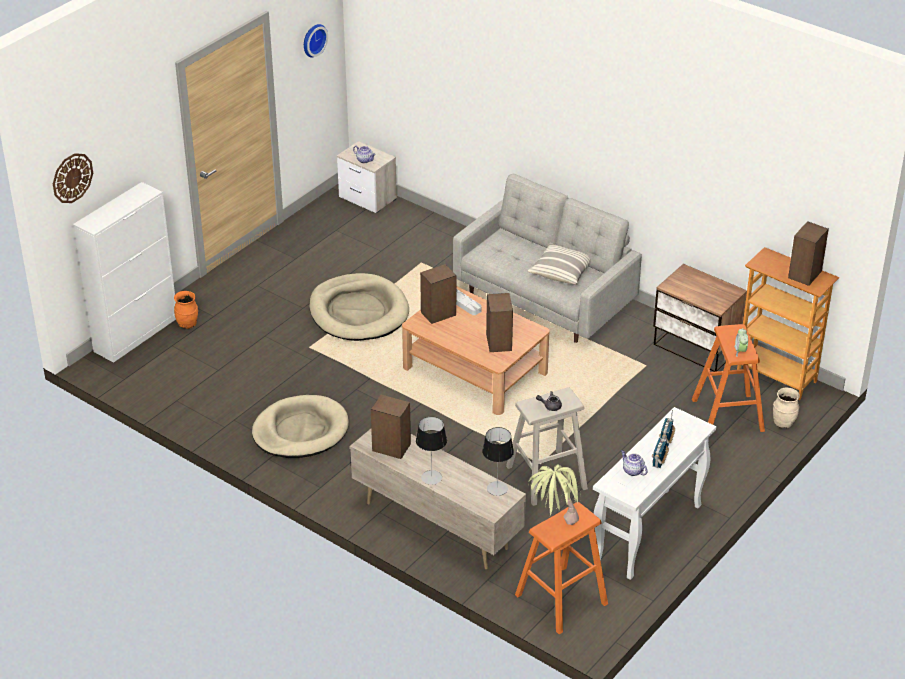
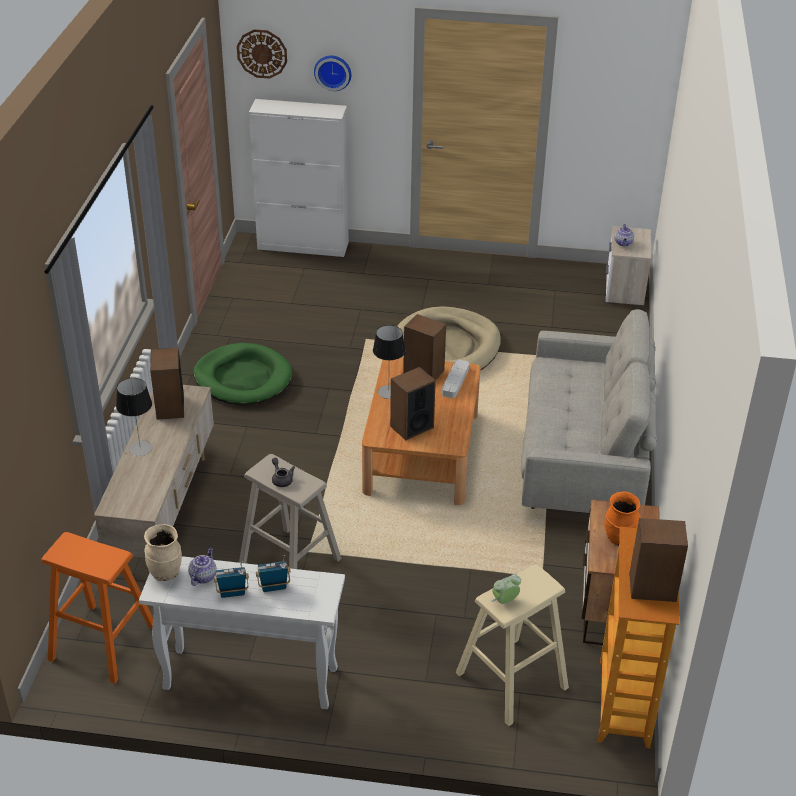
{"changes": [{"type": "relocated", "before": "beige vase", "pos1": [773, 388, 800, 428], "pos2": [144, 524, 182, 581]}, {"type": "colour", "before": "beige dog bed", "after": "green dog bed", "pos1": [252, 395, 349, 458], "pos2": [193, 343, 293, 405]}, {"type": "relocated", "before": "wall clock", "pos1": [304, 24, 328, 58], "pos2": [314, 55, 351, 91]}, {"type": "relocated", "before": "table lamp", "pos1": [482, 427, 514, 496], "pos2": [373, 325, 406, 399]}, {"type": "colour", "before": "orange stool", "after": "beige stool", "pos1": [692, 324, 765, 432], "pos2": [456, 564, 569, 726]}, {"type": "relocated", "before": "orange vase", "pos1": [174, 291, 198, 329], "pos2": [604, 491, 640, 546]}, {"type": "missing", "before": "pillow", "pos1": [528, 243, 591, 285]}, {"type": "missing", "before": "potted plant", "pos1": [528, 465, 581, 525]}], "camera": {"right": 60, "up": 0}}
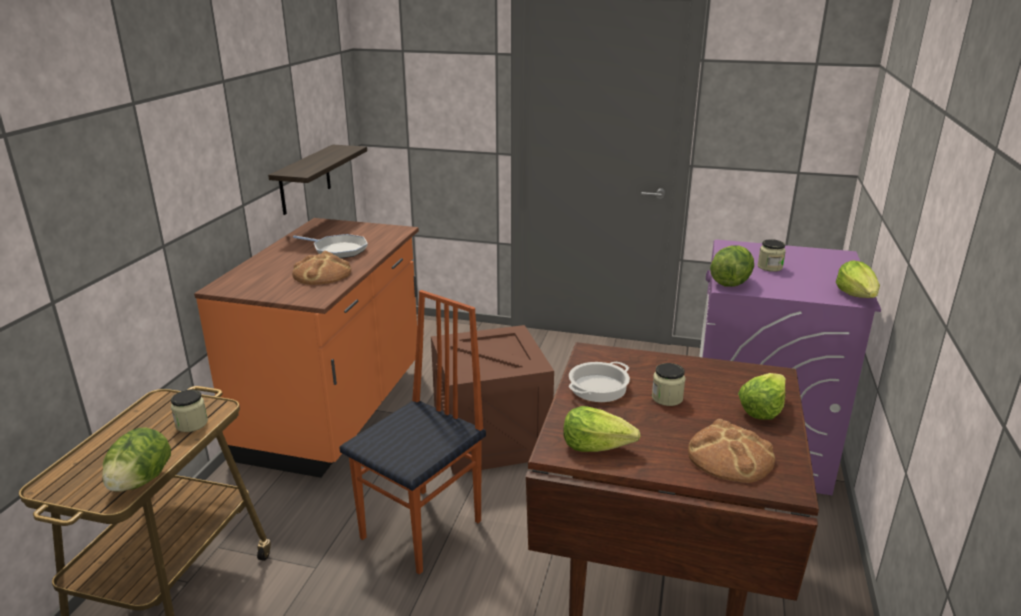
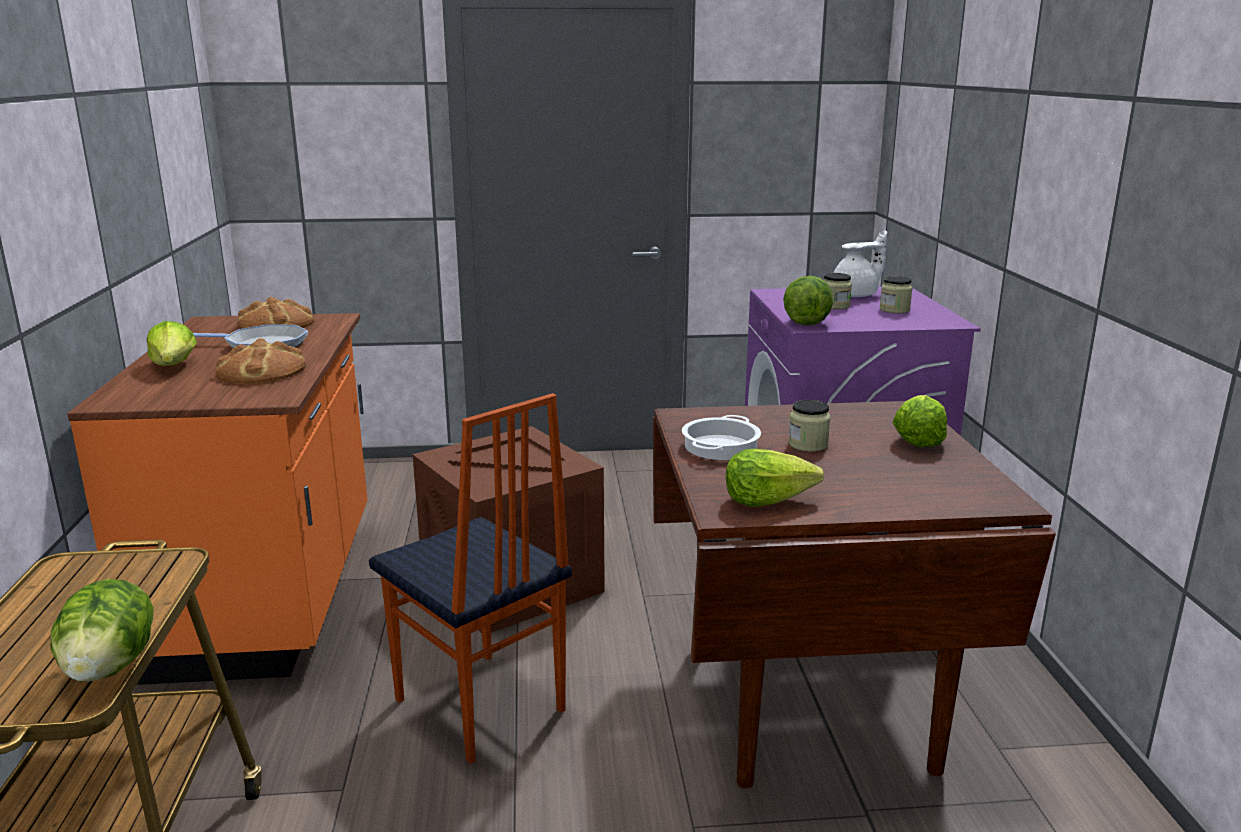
{"changes": [{"type": "relocated", "before": "lettuce", "pos1": [836, 261, 880, 298], "pos2": [147, 321, 197, 366]}, {"type": "relocated", "before": "bread", "pos1": [688, 419, 775, 483], "pos2": [237, 297, 314, 329]}, {"type": "spun", "before": "chair", "pos1": [339, 290, 486, 575], "pos2": [369, 393, 572, 764], "turn": 120}, {"type": "appeared", "after": "white teapot", "pos2": [834, 230, 887, 297]}, {"type": "relocated", "before": "jar", "pos1": [171, 390, 208, 432], "pos2": [880, 276, 913, 313]}, {"type": "missing", "before": "shelf", "pos1": [268, 145, 367, 215]}], "camera": {"right": -20, "up": -5}}
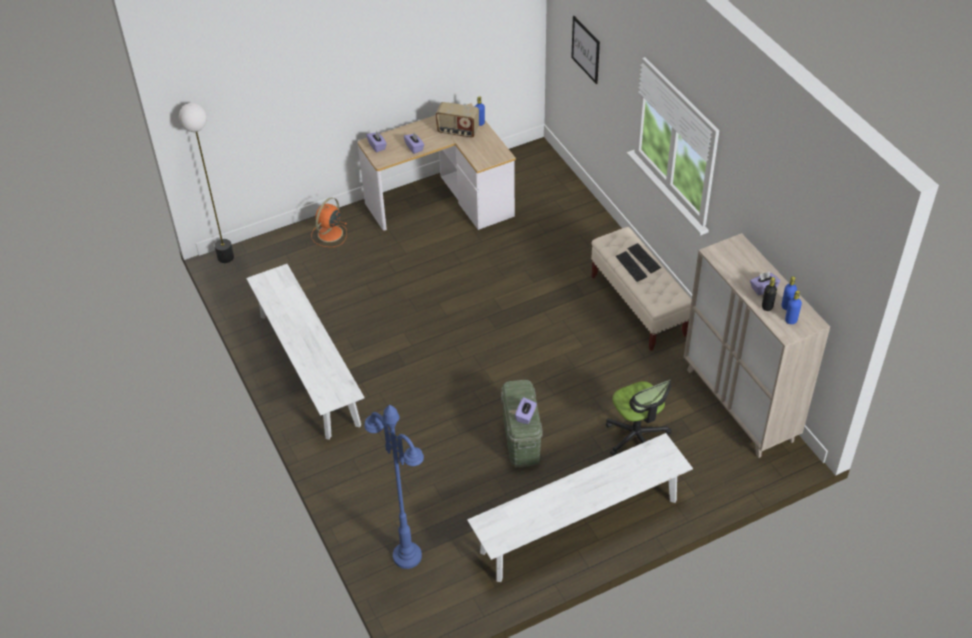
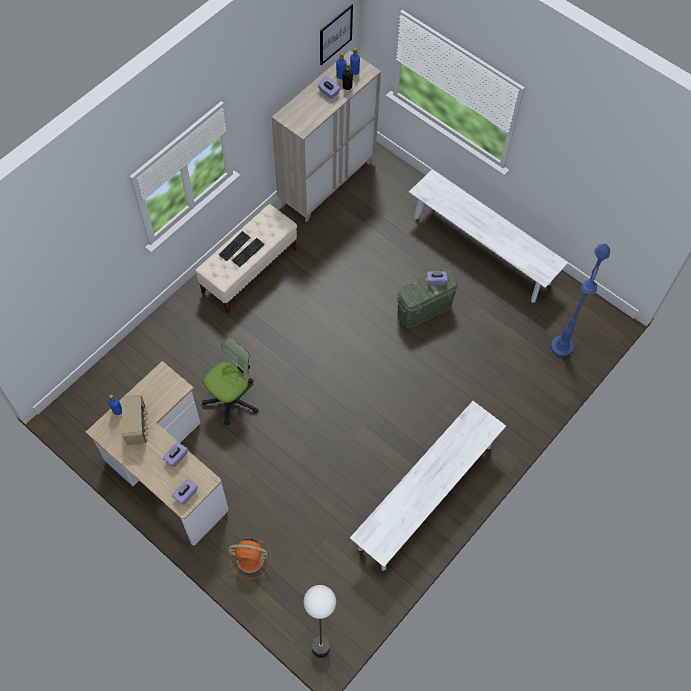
{"changes": [{"type": "relocated", "before": "office chair", "pos1": [606, 380, 672, 456], "pos2": [202, 337, 259, 426]}, {"type": "relocated", "before": "picture", "pos1": [571, 16, 600, 84], "pos2": [320, 4, 353, 65]}], "camera": {"right": -115, "up": 15}}
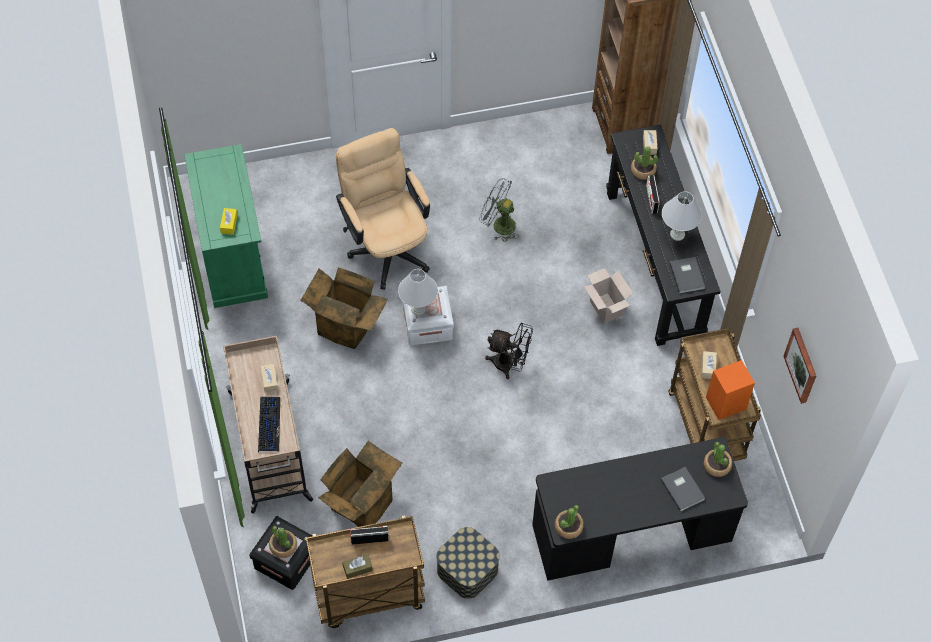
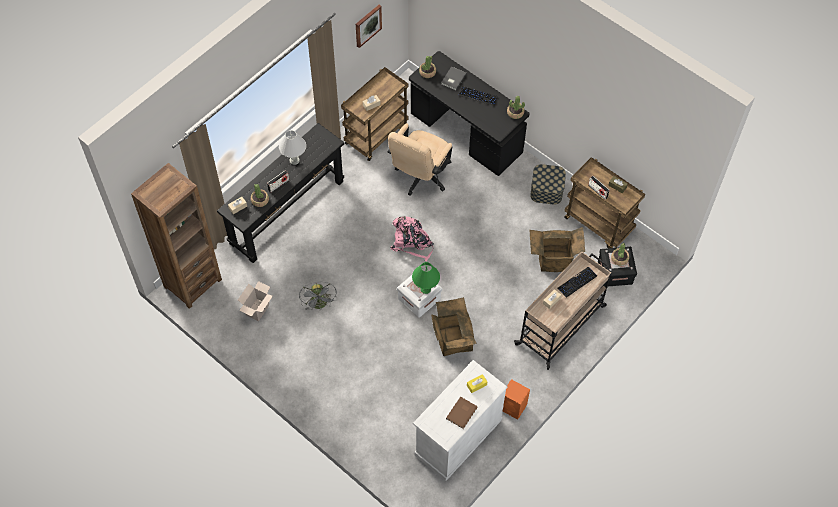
{"changes": [{"type": "relocated", "before": "cardboard box", "pos1": [584, 268, 633, 324], "pos2": [238, 281, 273, 321]}, {"type": "relocated", "before": "beige office chair", "pos1": [336, 128, 430, 290], "pos2": [388, 123, 452, 196]}, {"type": "exchanged", "before": "black fan", "after": "pink backpack", "pos1": [485, 322, 533, 379], "pos2": [390, 216, 434, 261]}, {"type": "colour", "before": "white table lamp", "after": "green table lamp", "pos1": [398, 269, 438, 315], "pos2": [412, 262, 440, 294]}, {"type": "colour", "before": "green cabinet", "after": "white cabinet", "pos1": [184, 144, 268, 308], "pos2": [413, 360, 508, 481]}, {"type": "appeared", "after": "brown book", "pos2": [446, 397, 478, 429]}, {"type": "appeared", "after": "keyboard", "pos2": [458, 86, 498, 106]}, {"type": "relocated", "before": "orange speaker", "pos1": [706, 360, 755, 420], "pos2": [503, 379, 530, 420]}, {"type": "missing", "before": "grey book", "pos1": [669, 257, 705, 294]}], "camera": {"right": -125, "up": 0}}
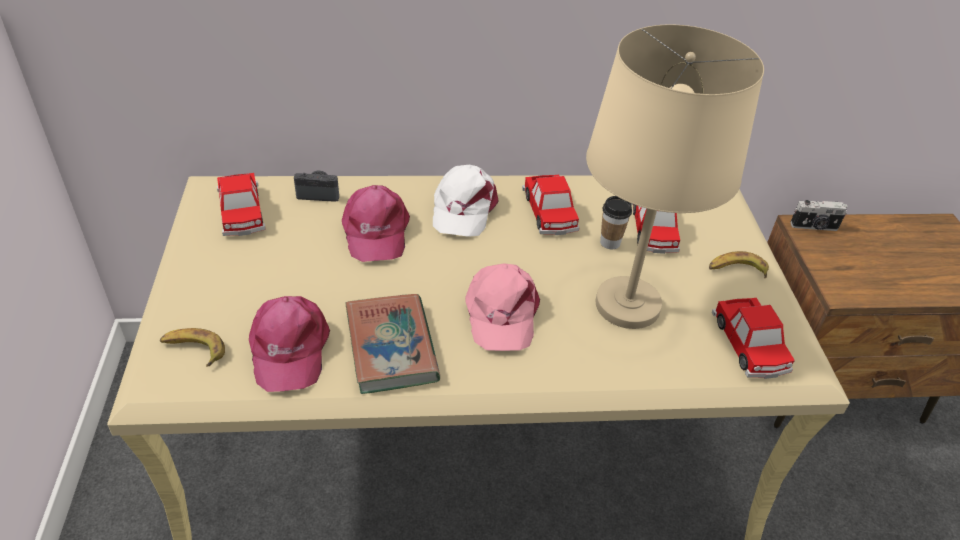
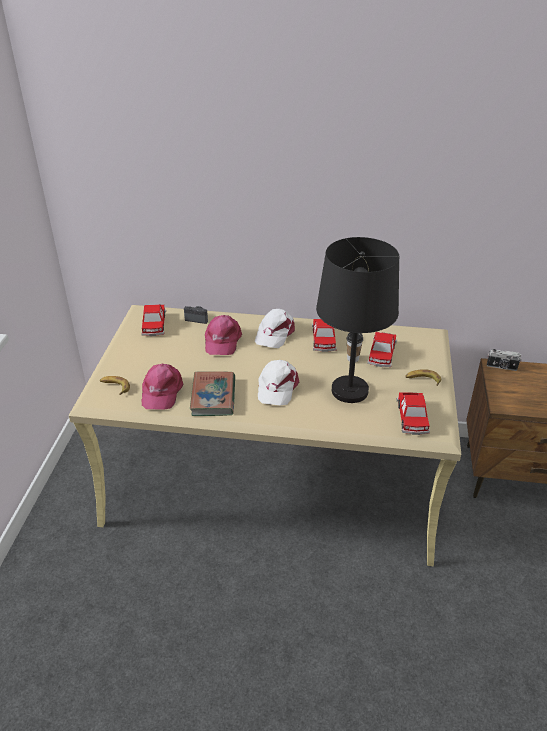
{"changes": [{"type": "colour", "before": "pink cap", "after": "white cap", "pos1": [465, 263, 540, 351], "pos2": [258, 360, 299, 405]}, {"type": "colour", "before": "beige table lamp", "after": "black table lamp", "pos1": [586, 25, 764, 329], "pos2": [316, 237, 399, 403]}], "camera": {"right": 15, "up": -5}}
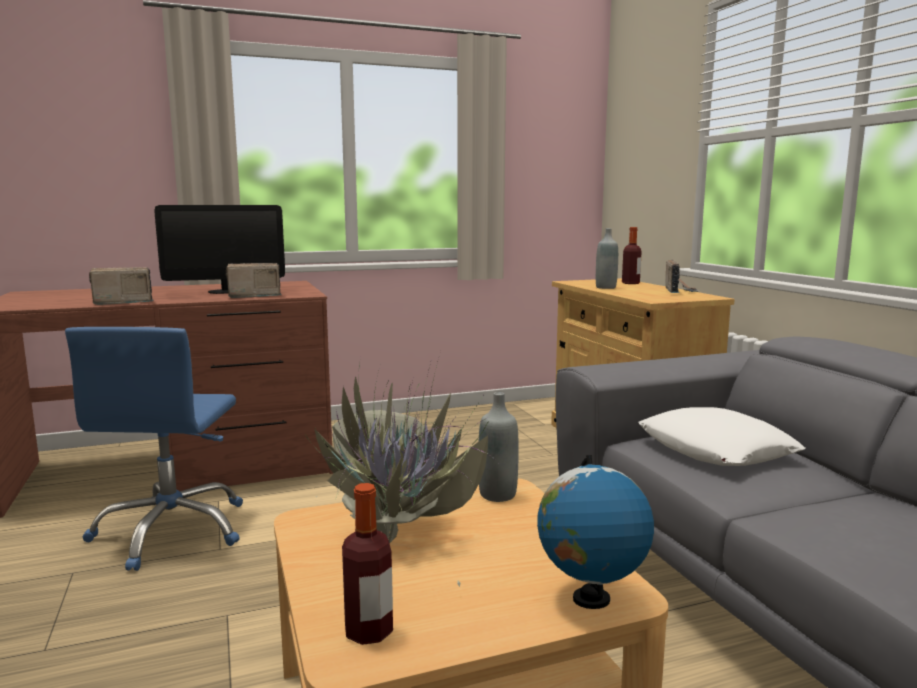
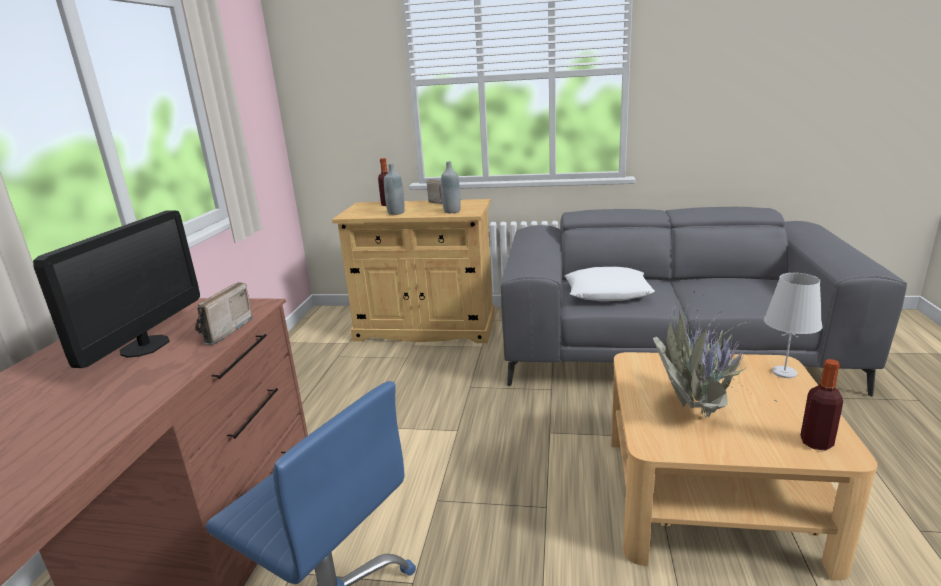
{"changes": [{"type": "relocated", "before": "grey bottle", "pos1": [479, 392, 519, 502], "pos2": [441, 161, 461, 213]}, {"type": "exchanged", "before": "globe", "after": "white table lamp", "pos1": [537, 455, 654, 609], "pos2": [764, 273, 823, 378]}, {"type": "missing", "before": "radio", "pos1": [89, 267, 153, 305]}], "camera": {"right": -60, "up": 10}}
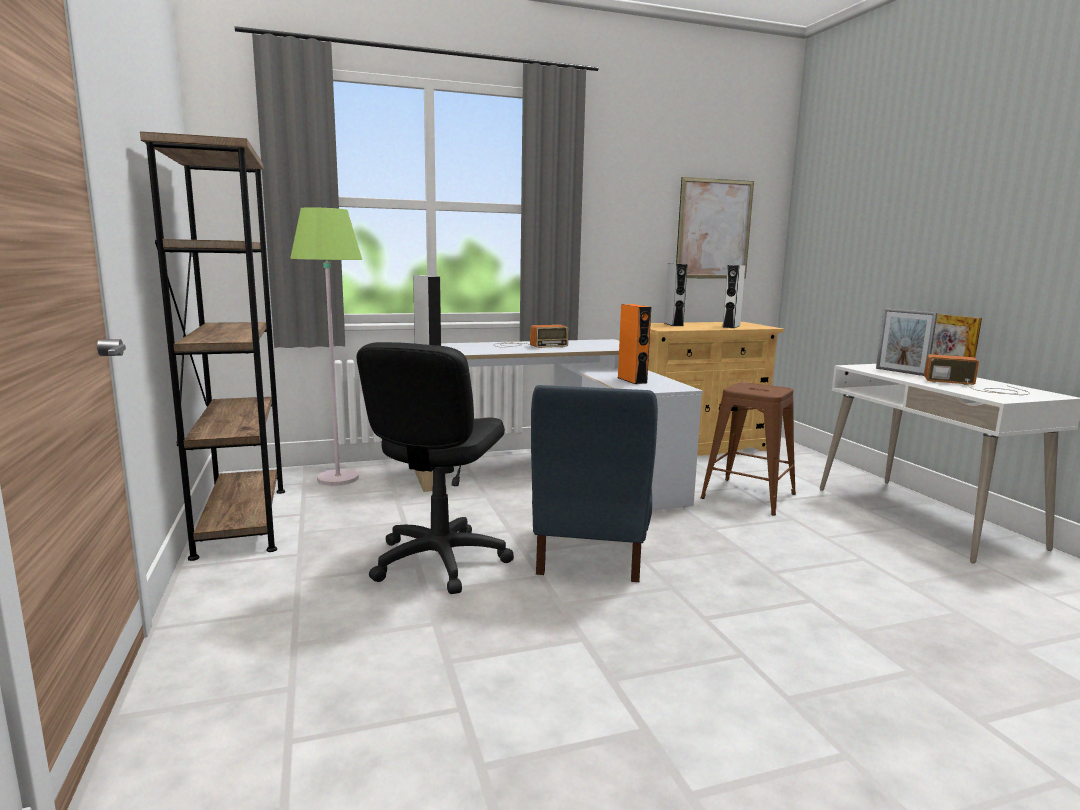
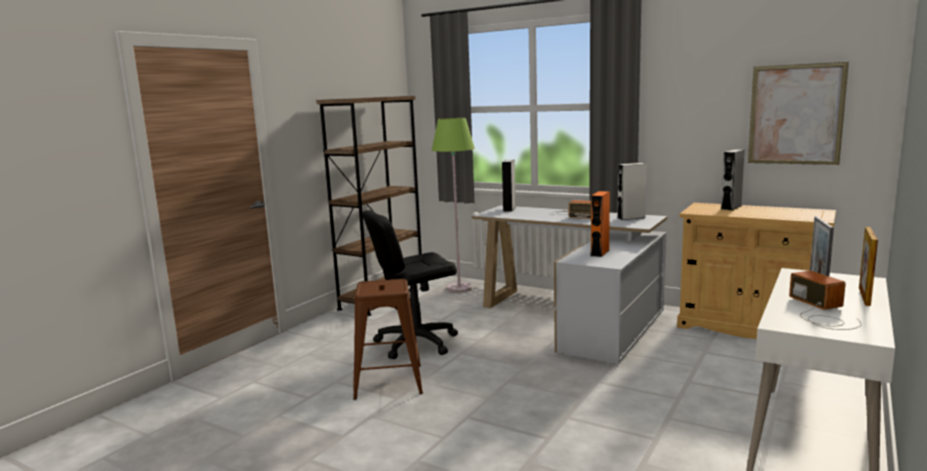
{"changes": [{"type": "relocated", "before": "brown stool", "pos1": [700, 382, 796, 516], "pos2": [353, 279, 423, 400]}, {"type": "relocated", "before": "white speaker", "pos1": [722, 265, 745, 328], "pos2": [618, 163, 647, 220]}, {"type": "missing", "before": "blue chair", "pos1": [531, 385, 658, 582]}], "camera": {"right": 50, "up": 0}}
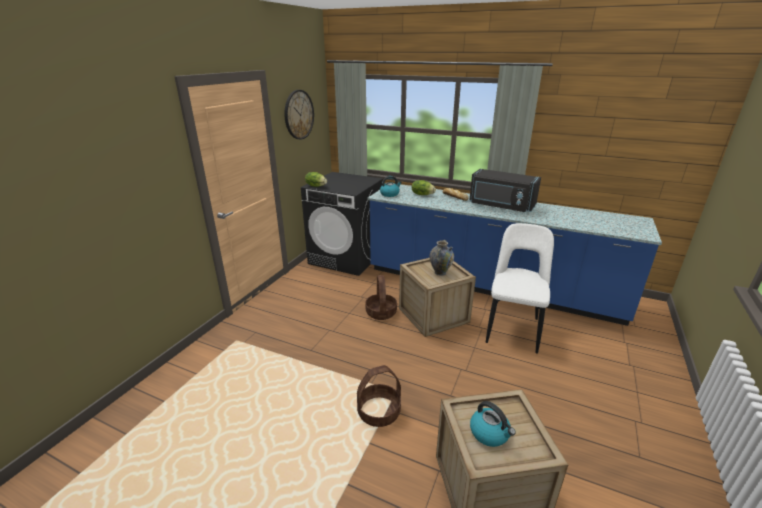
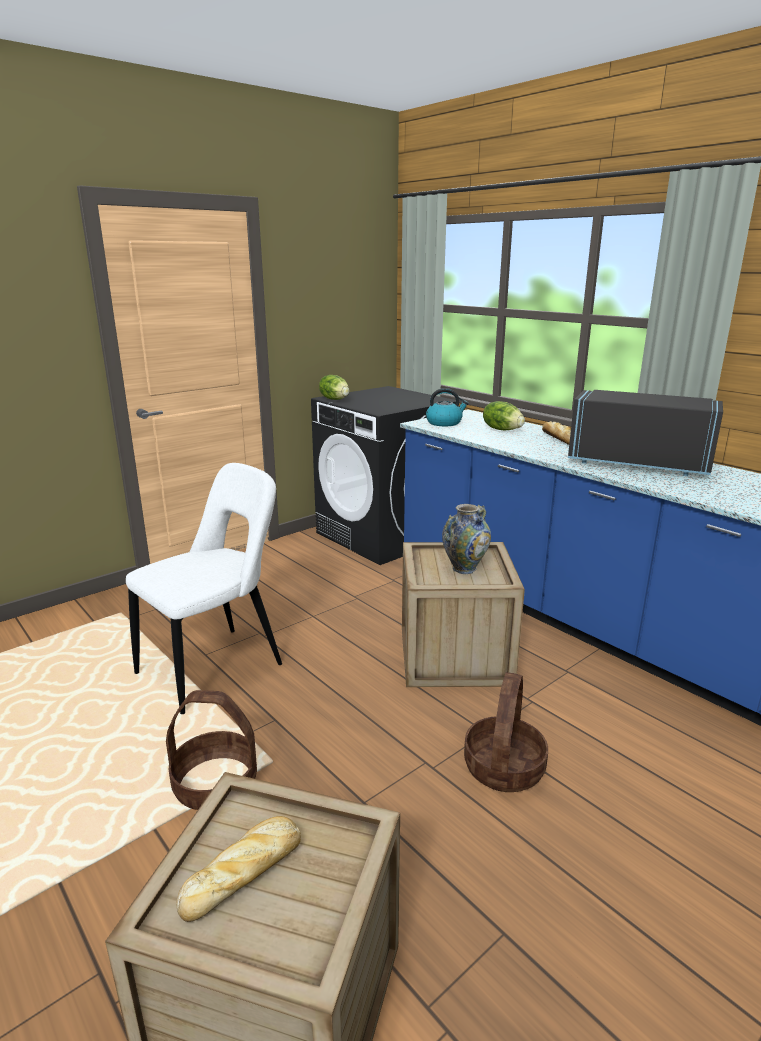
{"changes": [{"type": "relocated", "before": "white chair", "pos1": [486, 223, 554, 354], "pos2": [126, 463, 282, 714]}, {"type": "exchanged", "before": "kettle", "after": "bread", "pos1": [470, 401, 516, 447], "pos2": [176, 816, 301, 922]}, {"type": "relocated", "before": "basket", "pos1": [365, 275, 397, 320], "pos2": [464, 672, 548, 792]}, {"type": "spun", "before": "black microwave", "pos1": [469, 169, 541, 212], "pos2": [568, 390, 723, 476], "turn": 150}, {"type": "missing", "before": "wall clock", "pos1": [284, 90, 314, 139]}], "camera": {"right": 25, "up": -5}}
